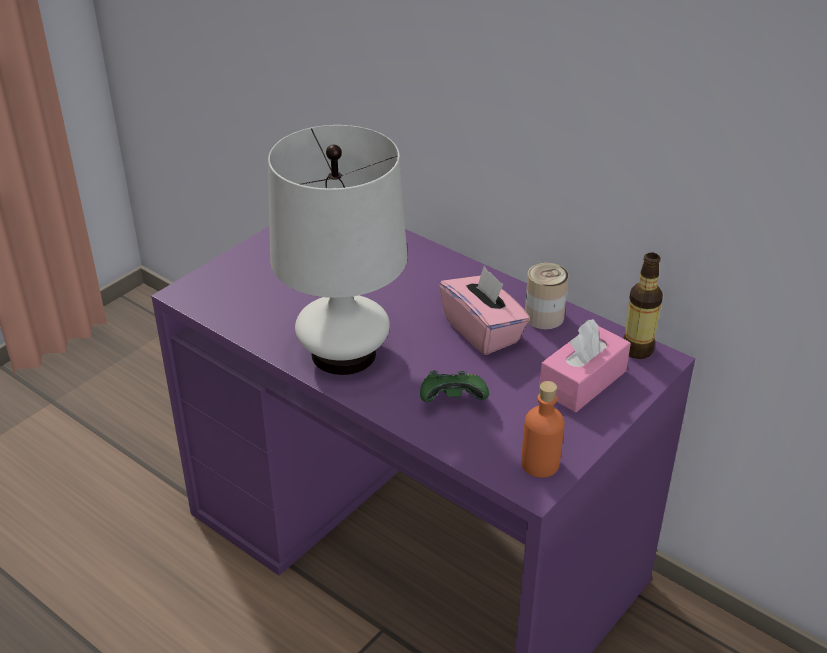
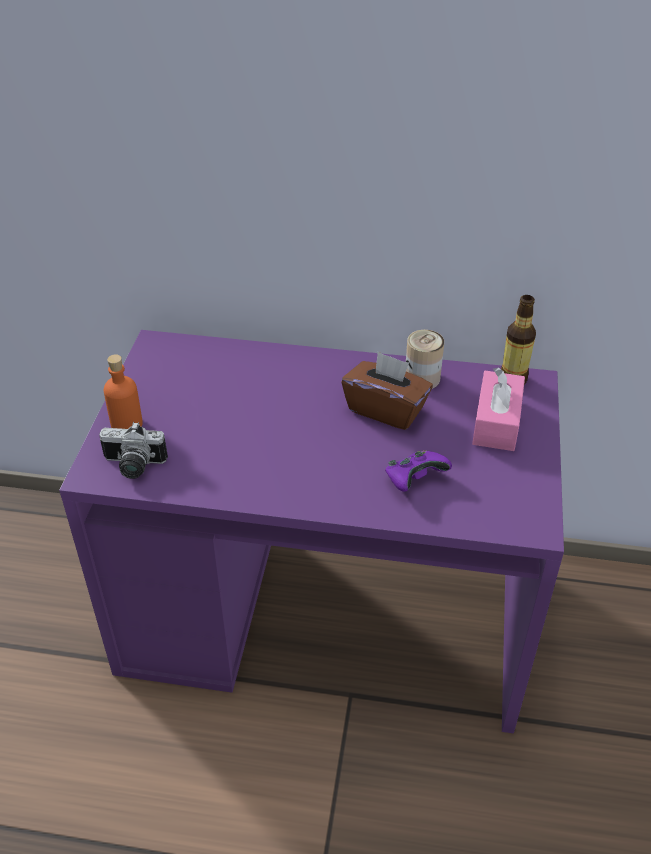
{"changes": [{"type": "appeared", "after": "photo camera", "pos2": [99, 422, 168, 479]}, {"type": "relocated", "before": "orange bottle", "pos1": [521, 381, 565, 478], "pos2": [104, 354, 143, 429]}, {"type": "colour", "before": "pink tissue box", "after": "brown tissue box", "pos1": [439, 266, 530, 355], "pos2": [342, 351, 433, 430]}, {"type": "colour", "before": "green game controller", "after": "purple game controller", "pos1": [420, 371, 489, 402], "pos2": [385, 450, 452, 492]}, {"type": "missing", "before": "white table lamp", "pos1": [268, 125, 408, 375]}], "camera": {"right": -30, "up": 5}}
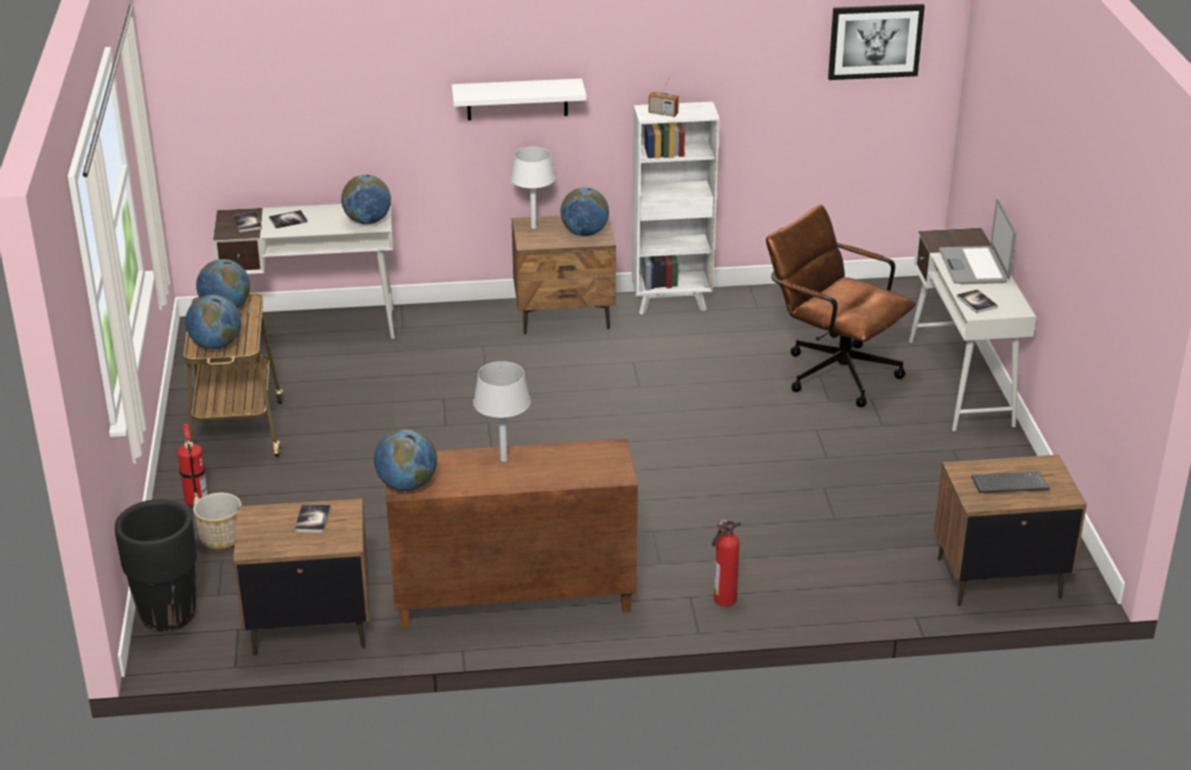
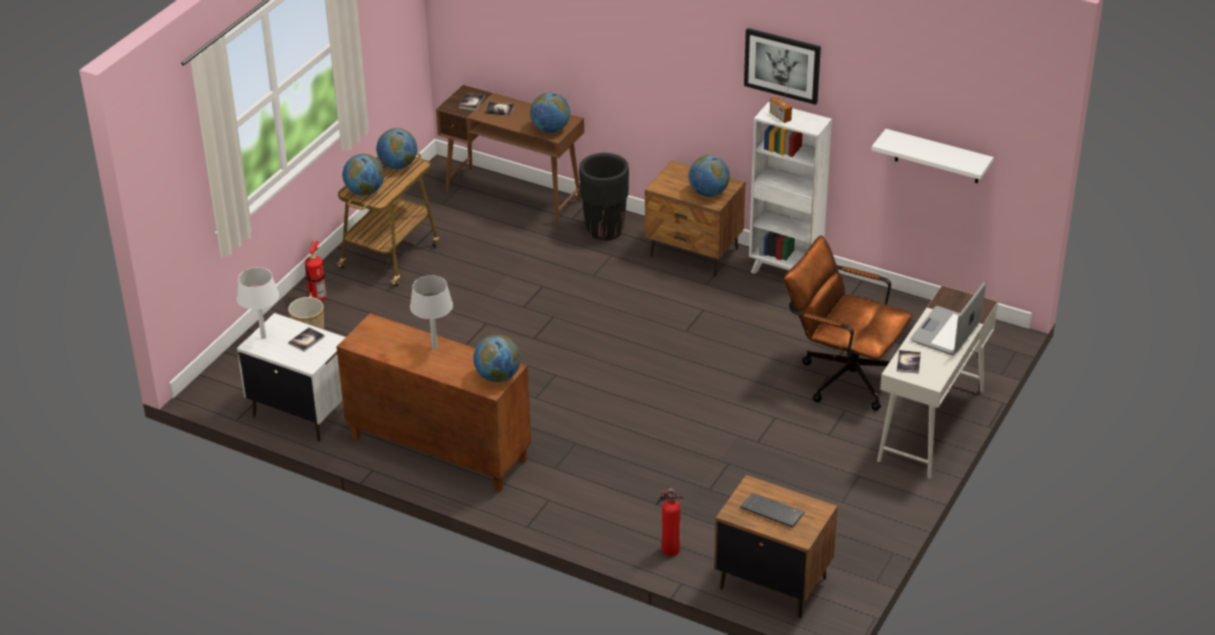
{"changes": [{"type": "relocated", "before": "white table lamp", "pos1": [510, 147, 555, 229], "pos2": [237, 267, 279, 339]}, {"type": "colour", "before": "brown nightstand", "after": "white nightstand", "pos1": [233, 498, 369, 656], "pos2": [237, 313, 345, 441]}, {"type": "colour", "before": "white desk", "after": "brown desk", "pos1": [213, 204, 395, 339], "pos2": [436, 85, 584, 226]}, {"type": "relocated", "before": "globe", "pos1": [374, 428, 437, 491], "pos2": [473, 335, 521, 382]}, {"type": "relocated", "before": "black planter", "pos1": [115, 499, 197, 632], "pos2": [579, 153, 629, 241]}, {"type": "relocated", "before": "fire extinguisher", "pos1": [712, 519, 741, 607], "pos2": [656, 488, 683, 556]}, {"type": "relocated", "before": "picture", "pos1": [828, 4, 925, 80], "pos2": [744, 28, 821, 105]}, {"type": "spun", "before": "brown office chair", "pos1": [766, 205, 916, 407], "pos2": [784, 235, 912, 411], "turn": -45}, {"type": "relocated", "before": "white shelf", "pos1": [452, 78, 586, 120], "pos2": [871, 129, 994, 183]}], "camera": {"right": 35, "up": 5}}
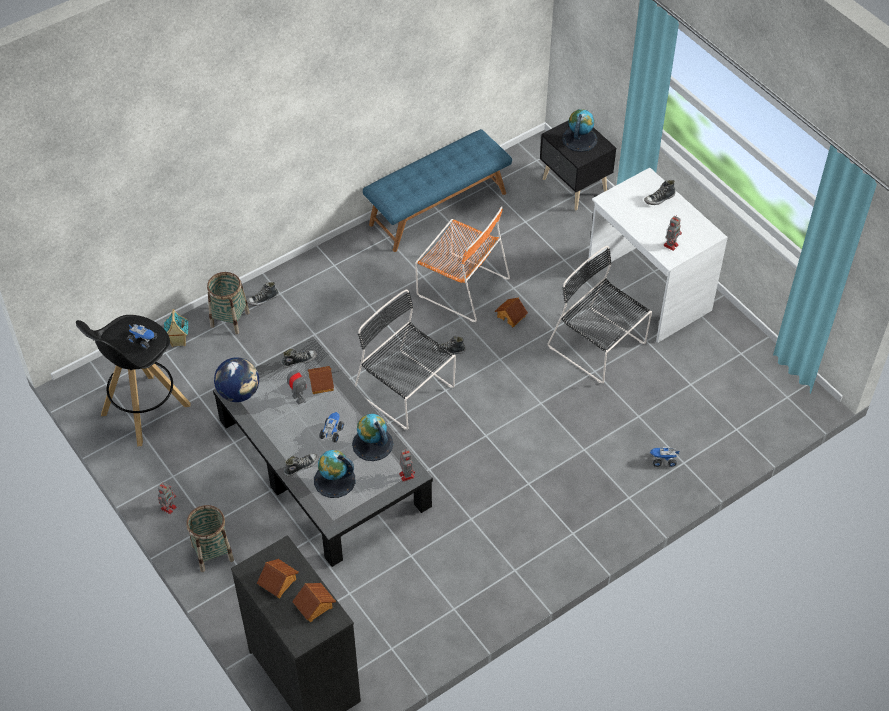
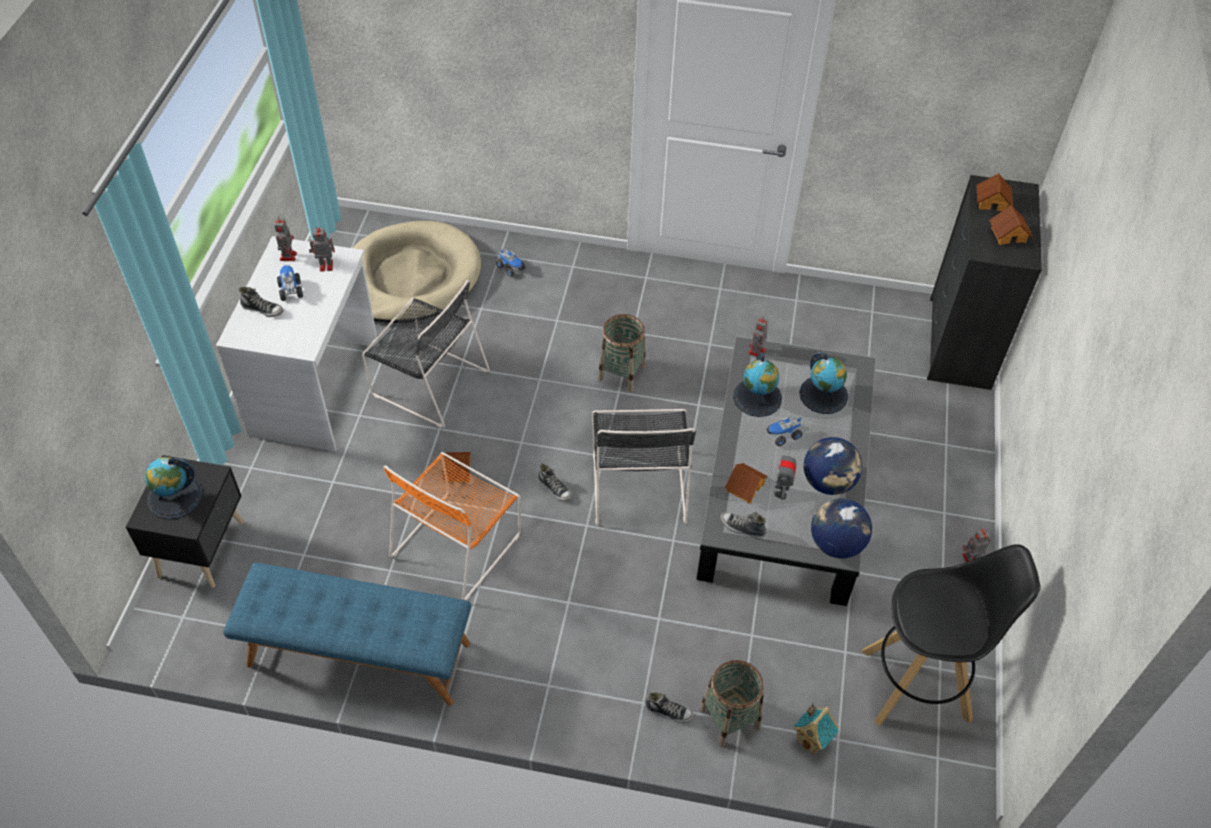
{"changes": [{"type": "appeared", "after": "toy robot", "pos2": [274, 216, 297, 261]}, {"type": "relocated", "before": "toy truck", "pos1": [127, 324, 157, 349], "pos2": [277, 265, 303, 301]}, {"type": "appeared", "after": "beige dog bed", "pos2": [353, 221, 481, 323]}, {"type": "spun", "before": "black chair", "pos1": [548, 246, 652, 383], "pos2": [362, 280, 490, 428], "turn": -60}, {"type": "spun", "before": "orange chair", "pos1": [415, 206, 510, 322], "pos2": [383, 452, 521, 600], "turn": -135}, {"type": "relocated", "before": "basket", "pos1": [186, 505, 234, 572], "pos2": [598, 314, 646, 392]}, {"type": "appeared", "after": "globe", "pos2": [804, 437, 862, 495]}, {"type": "missing", "before": "shoe", "pos1": [284, 453, 318, 476]}], "camera": {"right": -135, "up": 0}}
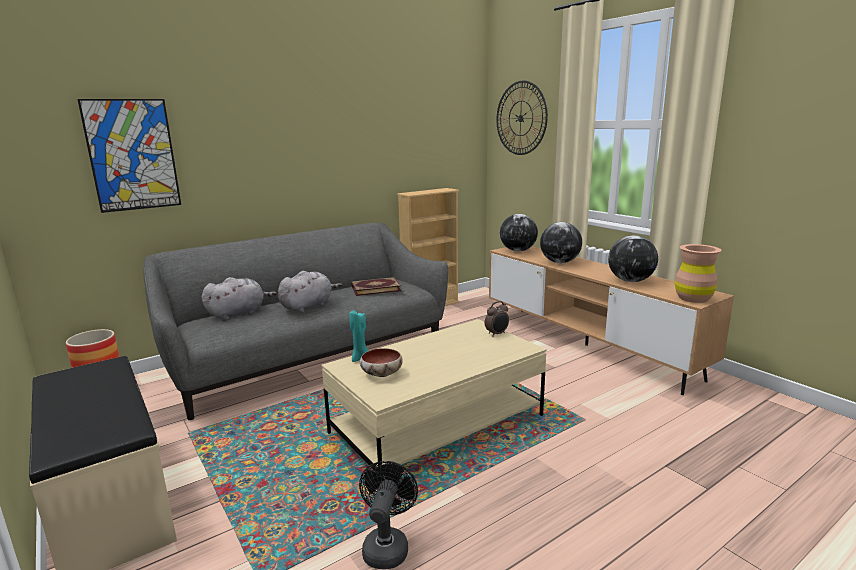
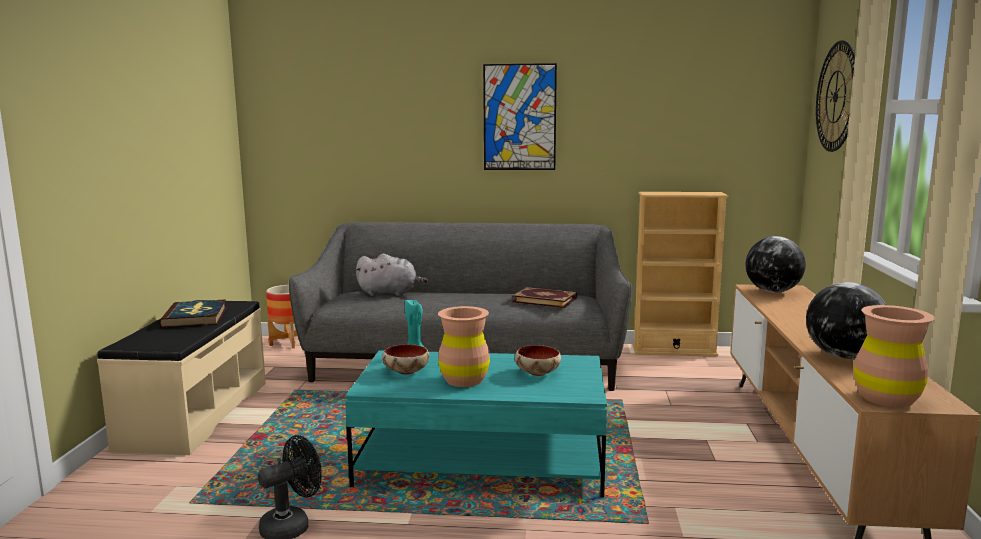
{"changes": [{"type": "appeared", "after": "book", "pos2": [159, 299, 226, 328]}, {"type": "colour", "before": "beige coffee table", "after": "turquoise coffee table", "pos1": [322, 319, 547, 476], "pos2": [345, 350, 607, 498]}, {"type": "appeared", "after": "brown vase", "pos2": [438, 306, 490, 387]}, {"type": "relocated", "before": "picture", "pos1": [77, 99, 181, 213], "pos2": [483, 63, 557, 170]}, {"type": "appeared", "after": "bowl", "pos2": [515, 345, 561, 376]}, {"type": "missing", "before": "grey plush toy", "pos1": [278, 271, 342, 313]}, {"type": "missing", "before": "alarm clock", "pos1": [485, 301, 509, 337]}, {"type": "missing", "before": "globe", "pos1": [540, 222, 582, 263]}], "camera": {"right": 40, "up": -5}}
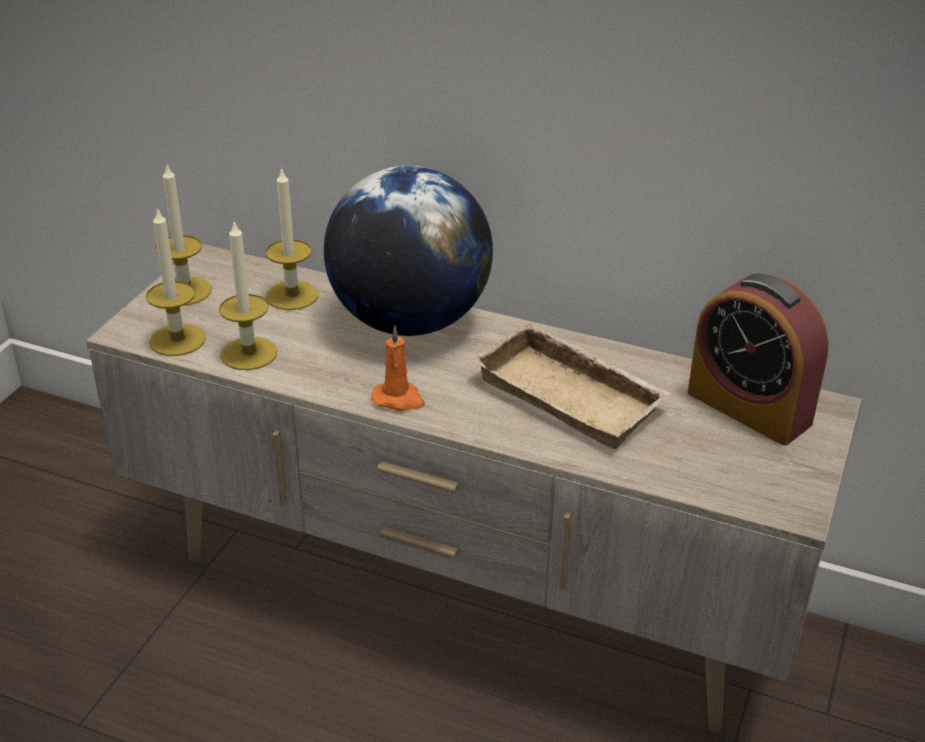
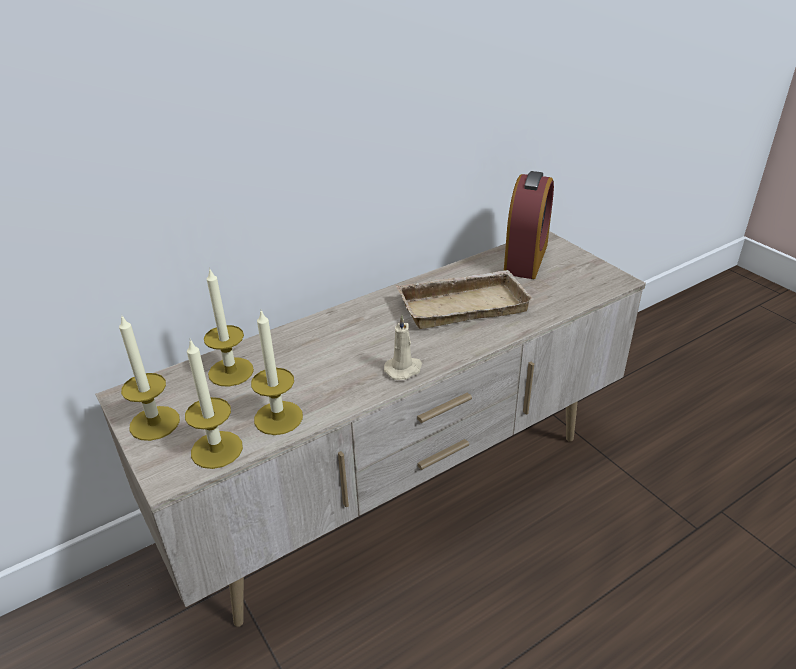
{"changes": [{"type": "colour", "before": "orange candle", "after": "beige candle", "pos1": [371, 326, 425, 411], "pos2": [384, 315, 422, 380]}, {"type": "spun", "before": "alarm clock", "pos1": [688, 274, 829, 445], "pos2": [504, 171, 554, 279], "turn": -60}, {"type": "missing", "before": "globe", "pos1": [324, 166, 493, 336]}], "camera": {"right": -55, "up": 0}}
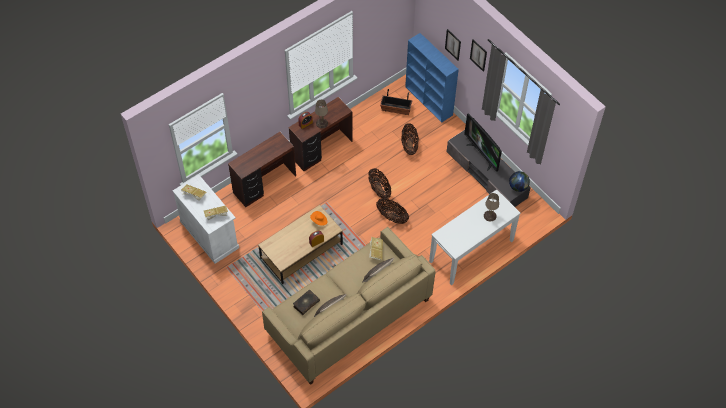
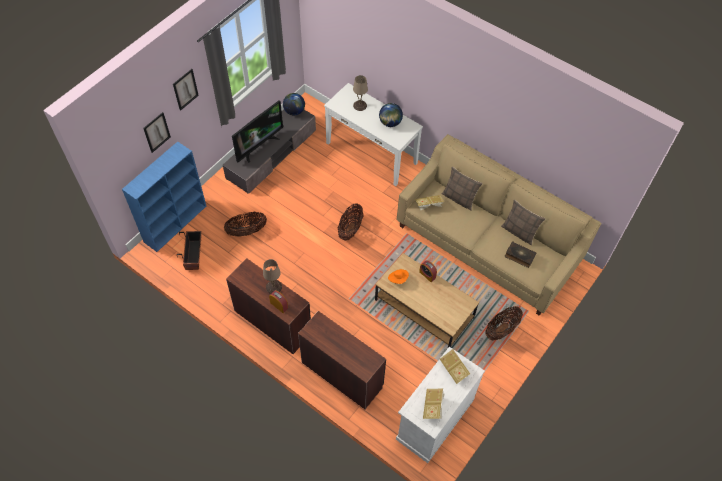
{"changes": [{"type": "appeared", "after": "globe", "pos2": [379, 103, 403, 127]}, {"type": "relocated", "before": "basket", "pos1": [368, 168, 391, 199], "pos2": [485, 306, 523, 340]}], "camera": {"right": -105, "up": 0}}
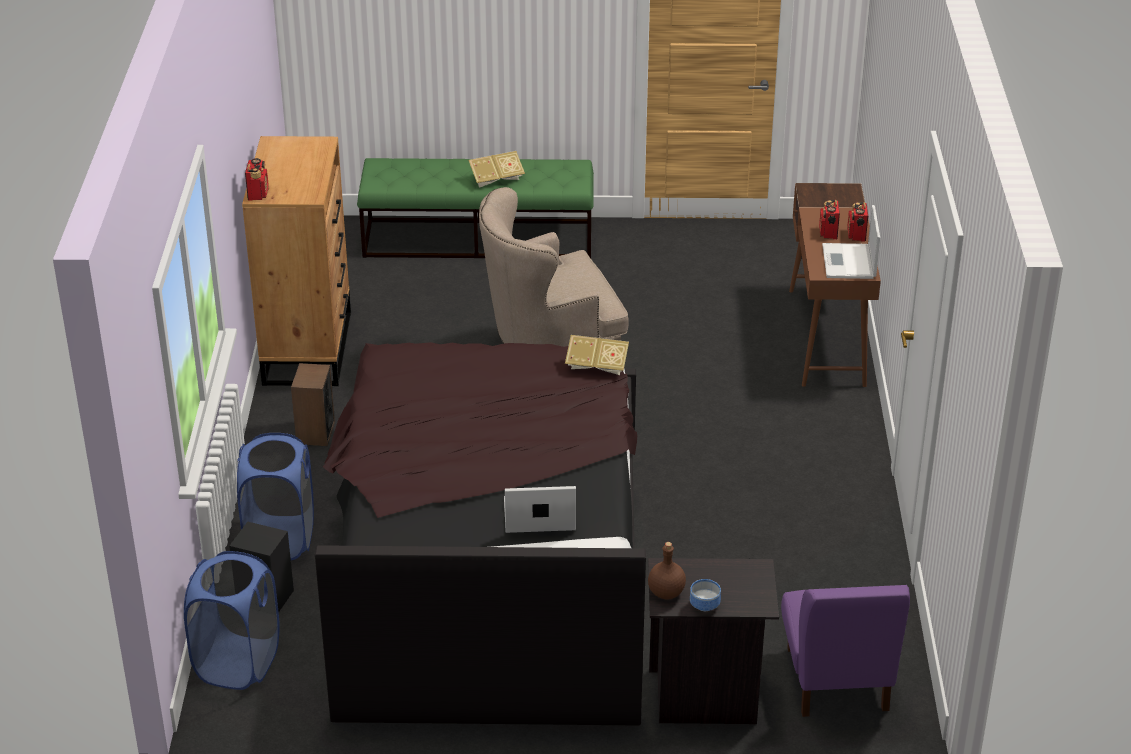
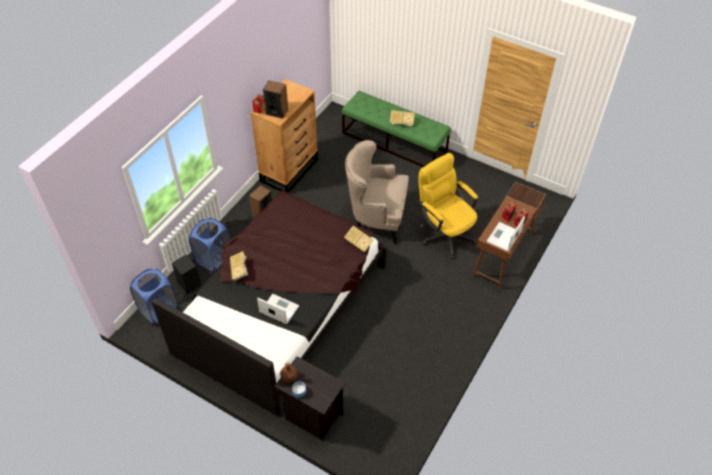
{"changes": [{"type": "appeared", "after": "book", "pos2": [230, 251, 248, 280]}, {"type": "appeared", "after": "speaker", "pos2": [263, 80, 288, 119]}, {"type": "appeared", "after": "yellow office chair", "pos2": [417, 153, 478, 259]}, {"type": "missing", "before": "purple chair", "pos1": [781, 585, 910, 717]}], "camera": {"right": 30, "up": 15}}
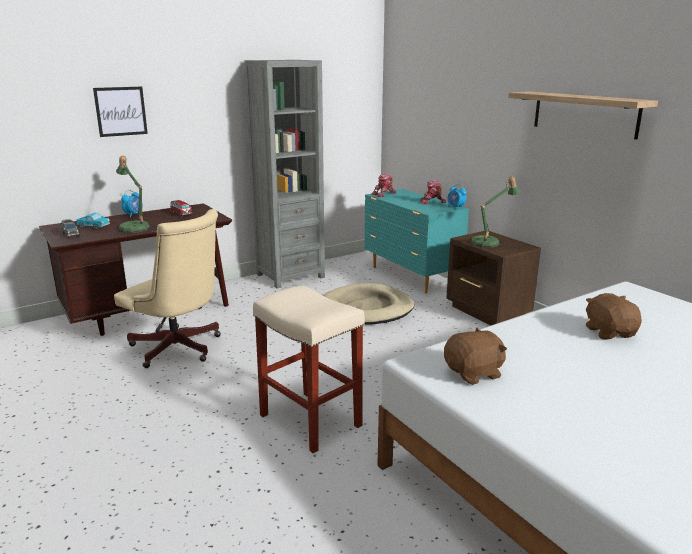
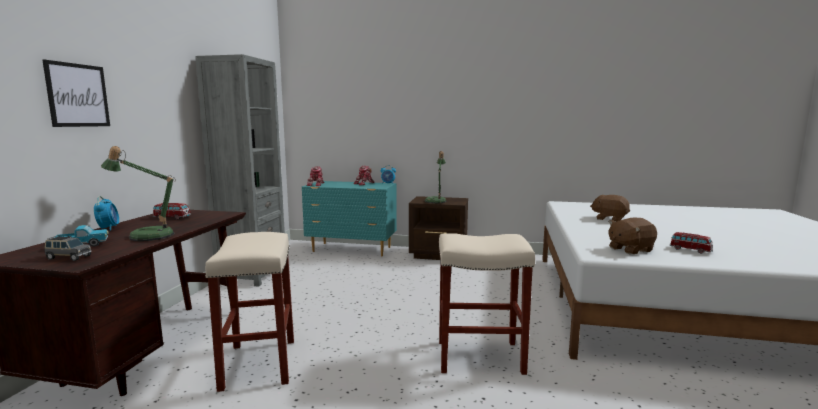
{"changes": [{"type": "exchanged", "before": "beige office chair", "after": "beige stool", "pos1": [114, 209, 221, 368], "pos2": [205, 232, 294, 392]}, {"type": "spun", "before": "brown plush toy", "pos1": [444, 327, 507, 385], "pos2": [608, 218, 657, 254], "turn": -135}, {"type": "appeared", "after": "toy car", "pos2": [669, 232, 713, 254]}, {"type": "missing", "before": "beige dog bed", "pos1": [323, 283, 414, 325]}, {"type": "missing", "before": "shelf", "pos1": [508, 92, 658, 140]}], "camera": {"right": -45, "up": -10}}
